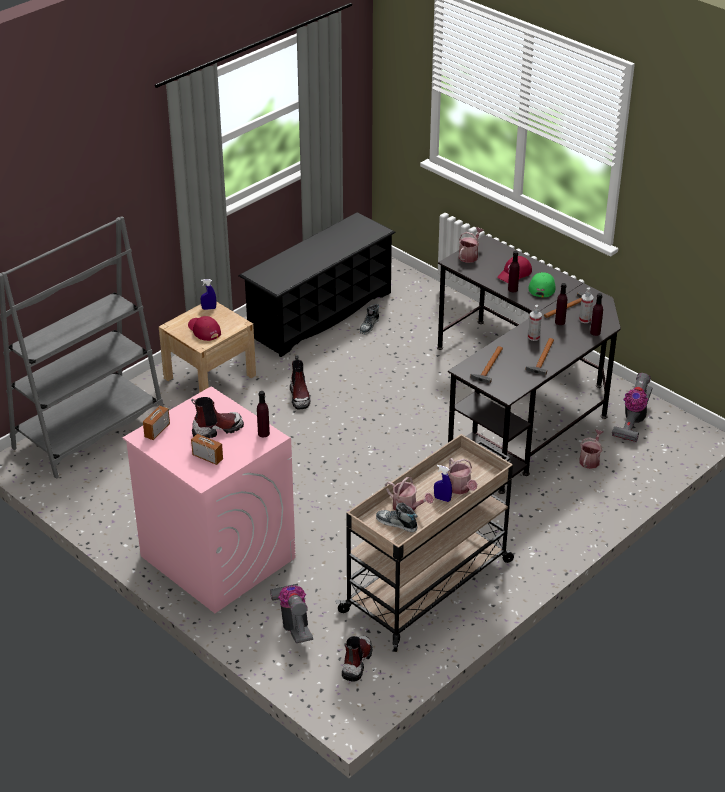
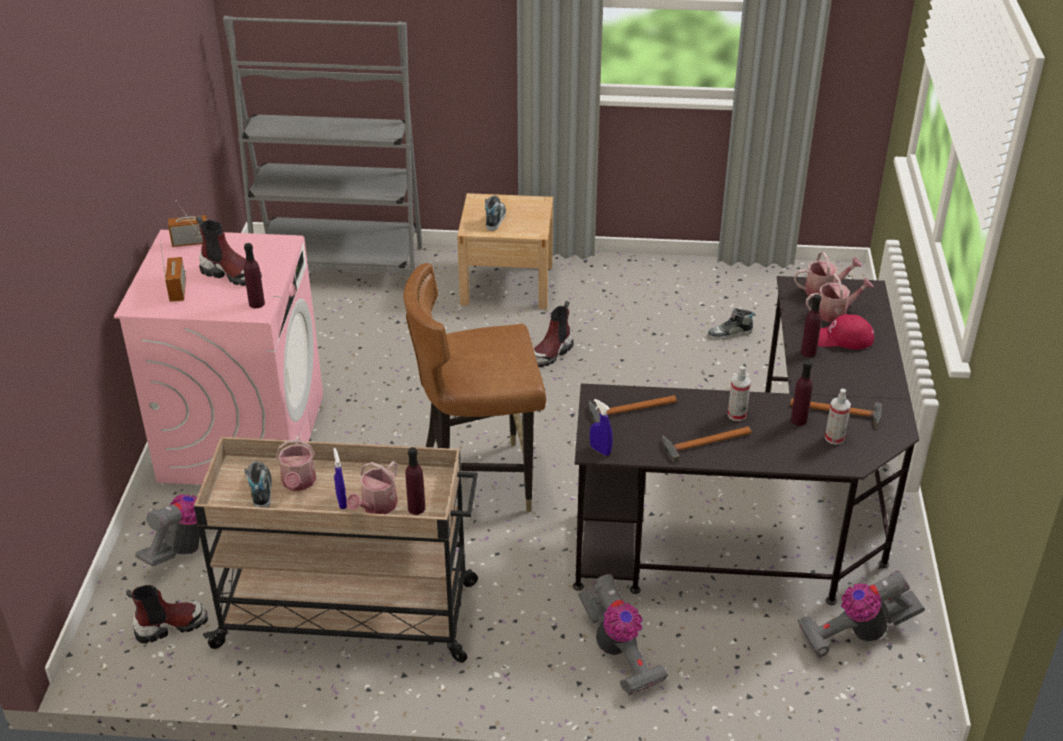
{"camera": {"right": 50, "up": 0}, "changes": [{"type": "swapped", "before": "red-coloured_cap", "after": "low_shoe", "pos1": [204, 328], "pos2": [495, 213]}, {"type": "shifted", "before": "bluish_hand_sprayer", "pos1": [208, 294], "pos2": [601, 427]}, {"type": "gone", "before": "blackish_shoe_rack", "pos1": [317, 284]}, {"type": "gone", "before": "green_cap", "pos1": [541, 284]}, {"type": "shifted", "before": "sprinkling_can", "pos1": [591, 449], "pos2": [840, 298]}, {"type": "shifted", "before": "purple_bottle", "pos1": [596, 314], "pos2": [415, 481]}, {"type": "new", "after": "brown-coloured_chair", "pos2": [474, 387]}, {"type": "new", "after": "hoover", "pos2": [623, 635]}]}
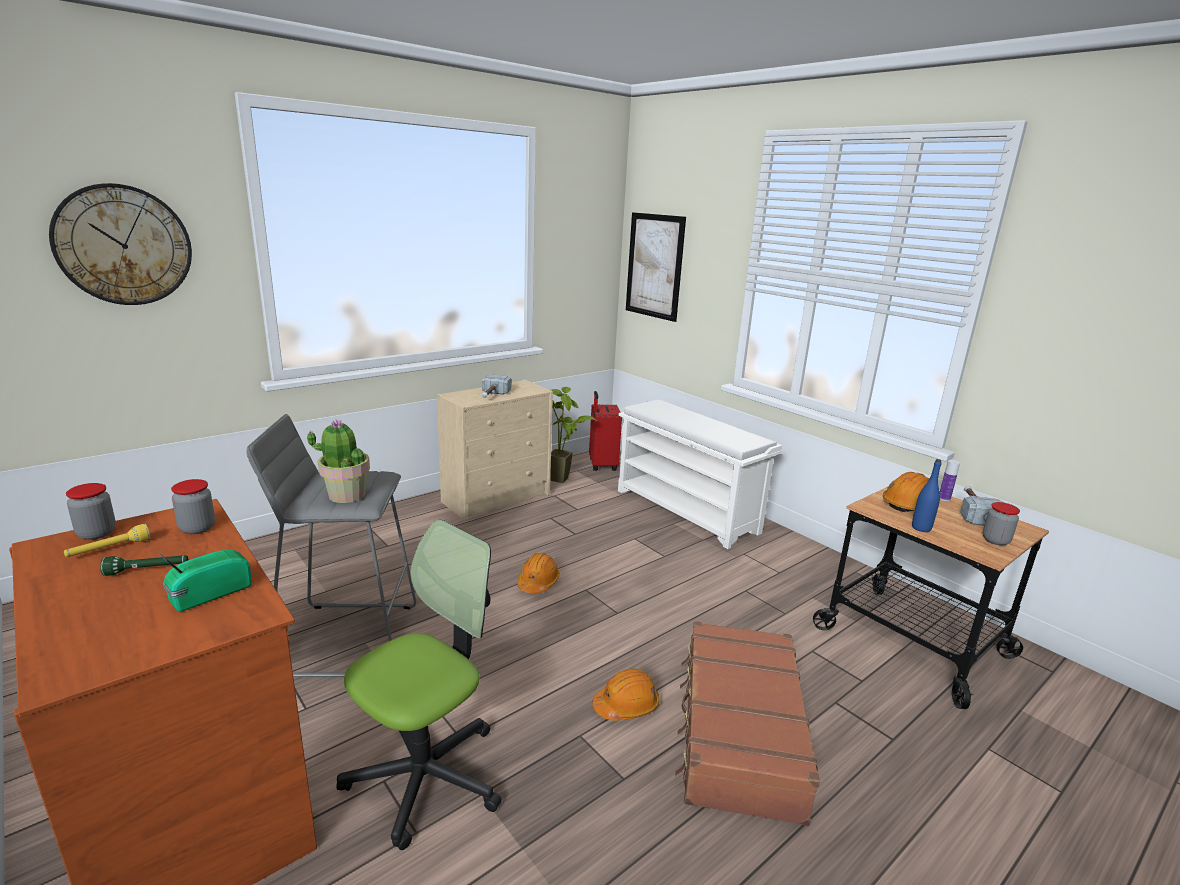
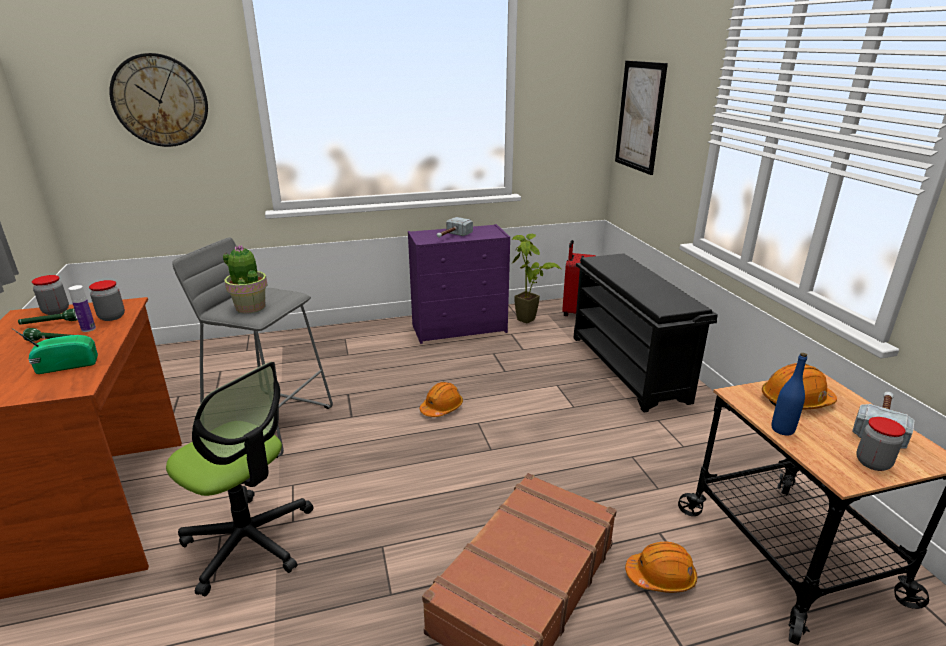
{"camera": {"right": 25, "up": 5}, "changes": [{"type": "repainted", "before": "yellow_torch", "after": "green_torch", "pos1": [107, 540], "pos2": [48, 316]}, {"type": "rotated", "before": "computer_chair", "pos1": [419, 685], "pos2": [239, 479], "turn": 60}, {"type": "repainted", "before": "beige-coloured_drawer_chest", "after": "purple_drawer_chest", "pos1": [495, 450], "pos2": [459, 284]}, {"type": "shifted", "before": "orange_work_helmet", "pos1": [626, 695], "pos2": [661, 567]}, {"type": "repainted", "before": "white-coloured_shoe_rack", "after": "blackish_shoe_rack", "pos1": [700, 474], "pos2": [645, 333]}, {"type": "shifted", "before": "bottle", "pos1": [950, 480], "pos2": [82, 308]}]}
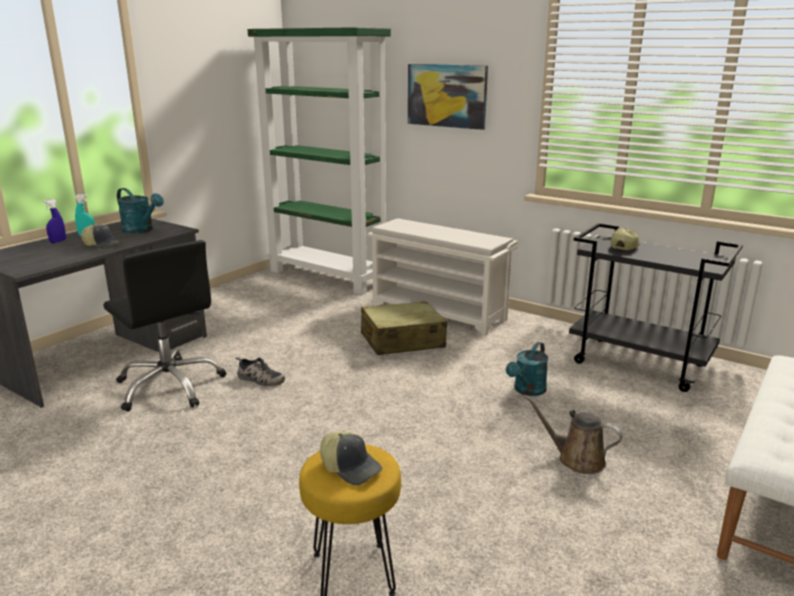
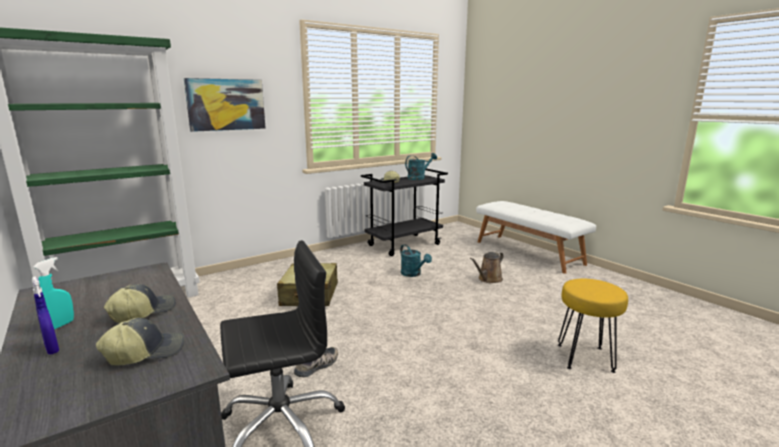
{"camera": {"right": -70, "up": -5}, "changes": [{"type": "shifted", "before": "turquoise_sprinkling_can", "pos1": [140, 211], "pos2": [421, 166]}, {"type": "shifted", "before": "cap", "pos1": [351, 458], "pos2": [140, 341]}, {"type": "gone", "before": "white-coloured_shoe_rack", "pos1": [442, 277]}]}
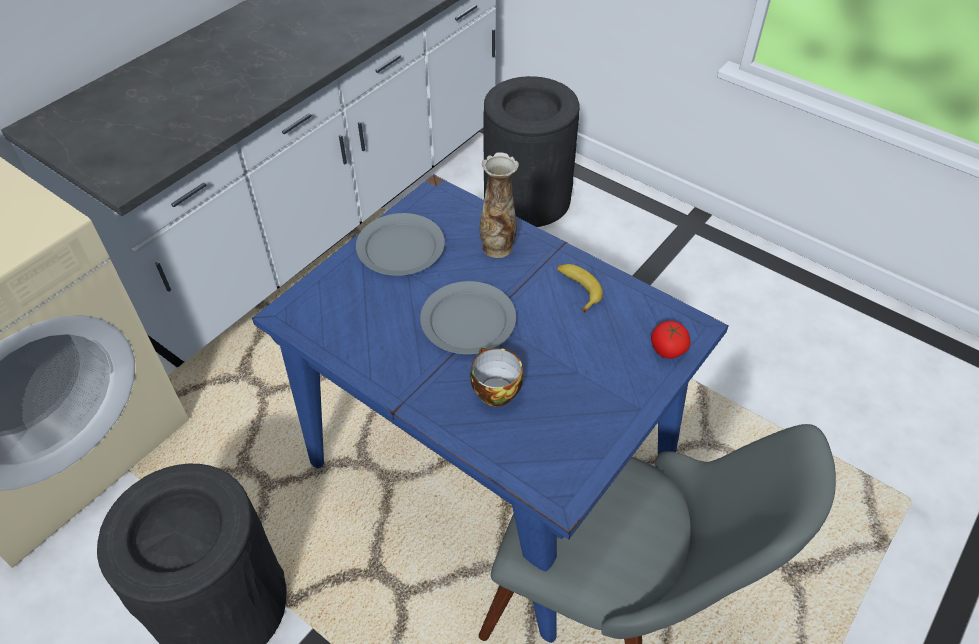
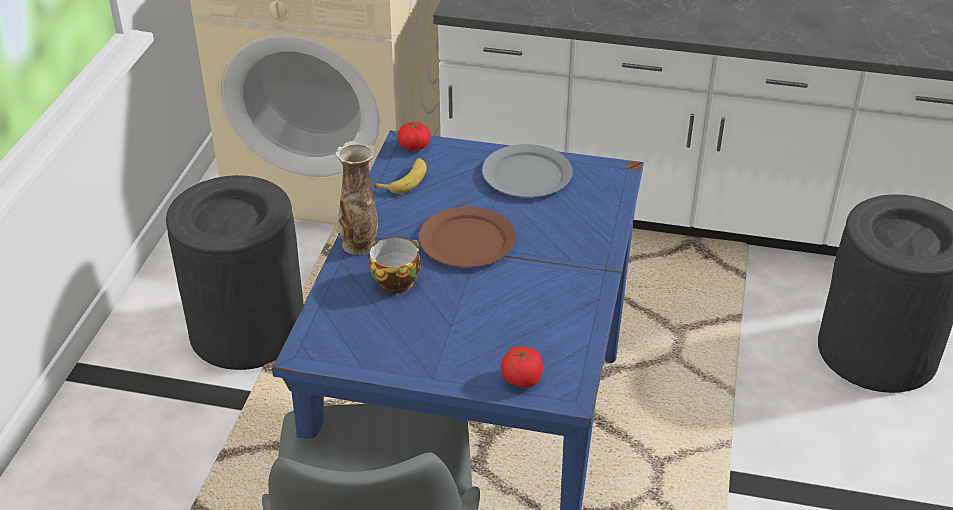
{"camera": {"right": 65, "up": -10}, "changes": [{"type": "repainted", "before": "gray_flat_dish", "after": "brown-coloured_flat_dish", "pos1": [468, 317], "pos2": [467, 236]}, {"type": "shifted", "before": "flower_vase", "pos1": [499, 205], "pos2": [356, 198]}, {"type": "shifted", "before": "banana", "pos1": [580, 288], "pos2": [400, 176]}, {"type": "new", "after": "fresh_tomato", "pos2": [414, 136]}]}
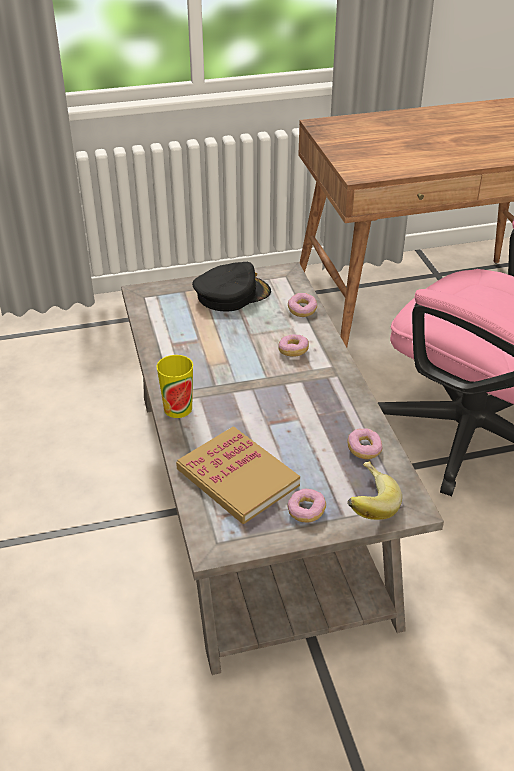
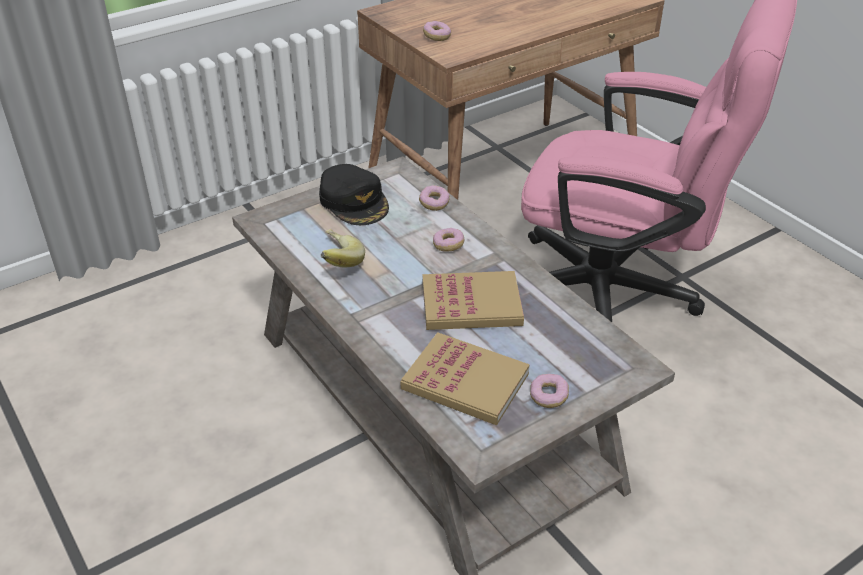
{"camera": {"right": -20, "up": 0}, "changes": [{"type": "gone", "before": "drinking_cup", "pos1": [174, 386]}, {"type": "rotated", "before": "blackish_cap", "pos1": [231, 286], "pos2": [354, 194], "turn": 105}, {"type": "shifted", "before": "banana", "pos1": [374, 490], "pos2": [343, 248]}, {"type": "shifted", "before": "donut", "pos1": [365, 443], "pos2": [437, 31]}, {"type": "new", "after": "volume", "pos2": [473, 300]}]}
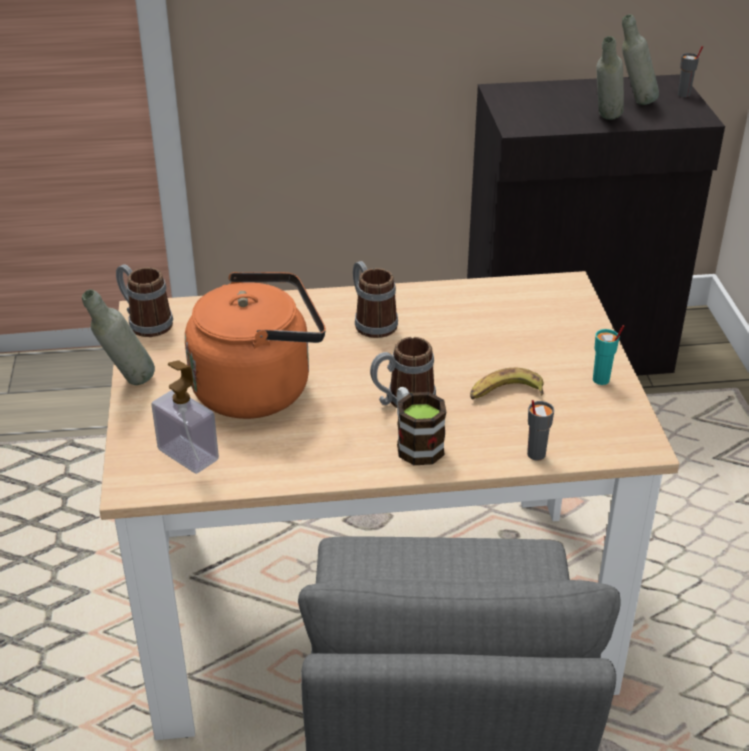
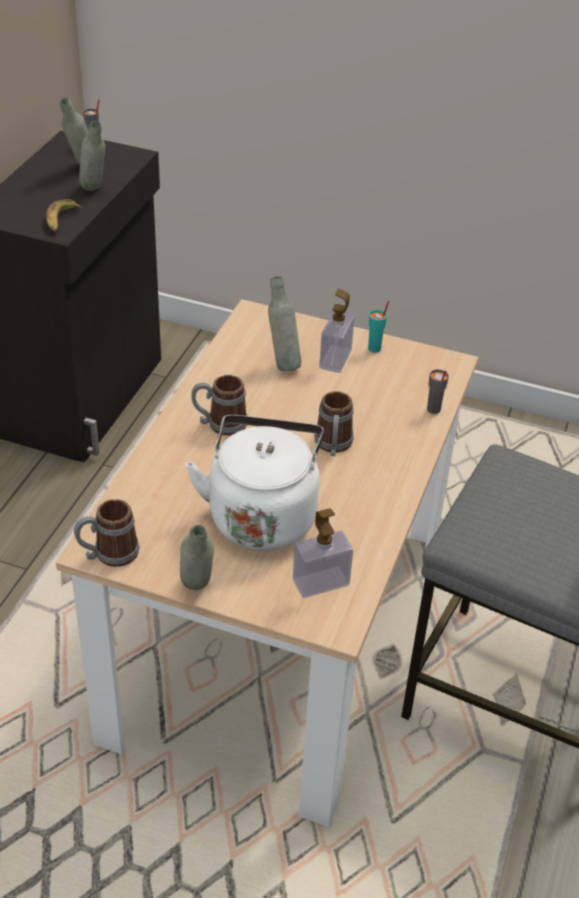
{"camera": {"right": -65, "up": 5}, "changes": [{"type": "repainted", "before": "orange_kettle", "after": "white-coloured_kettle", "pos1": [255, 345], "pos2": [255, 483]}, {"type": "gone", "before": "mug", "pos1": [421, 426]}, {"type": "shifted", "before": "banana", "pos1": [506, 383], "pos2": [64, 215]}, {"type": "new", "after": "gray_bottle", "pos2": [284, 323]}, {"type": "new", "after": "soap_dispenser", "pos2": [337, 331]}]}
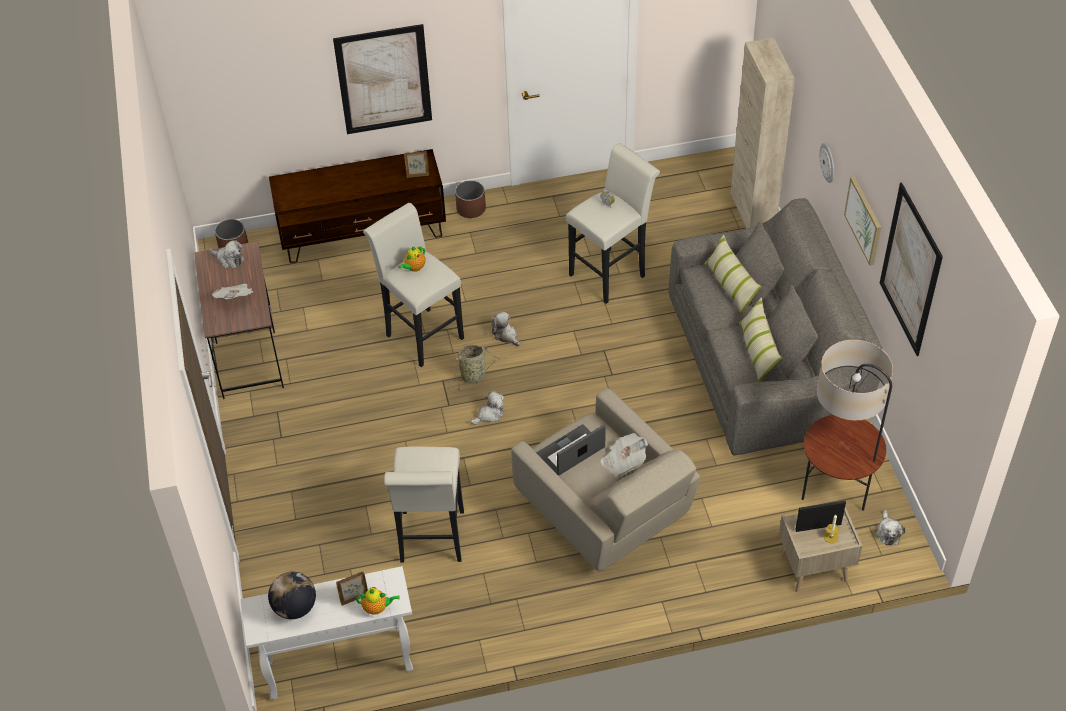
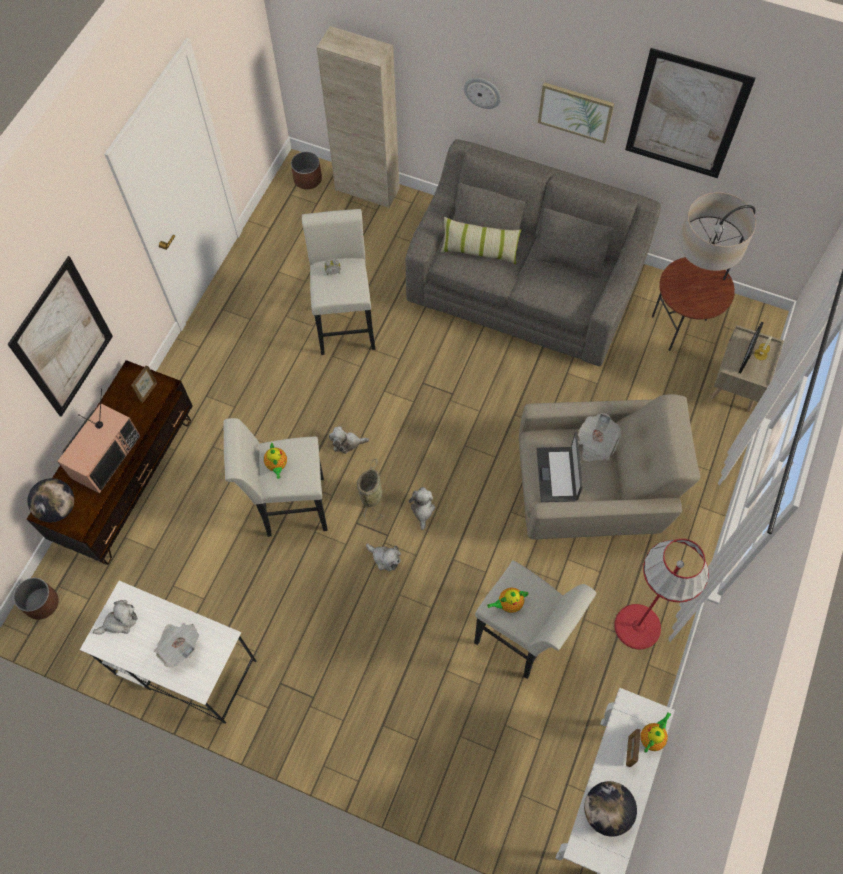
{"camera": {"right": -55, "up": 15}, "changes": [{"type": "repainted", "before": "brown-coloured_desk_table", "after": "white-coloured_desk_table", "pos1": [239, 320], "pos2": [168, 652]}, {"type": "shifted", "before": "brown-coloured_flower_pot", "pos1": [470, 199], "pos2": [306, 170]}, {"type": "gone", "before": "pillow", "pos1": [760, 339]}, {"type": "shifted", "before": "cuddly_toy", "pos1": [890, 527], "pos2": [383, 557]}, {"type": "new", "after": "globe", "pos2": [51, 500]}, {"type": "new", "after": "TV", "pos2": [98, 441]}, {"type": "new", "after": "pot_for_tea", "pos2": [508, 600]}, {"type": "new", "after": "red-coloured_standard_lamp", "pos2": [662, 594]}]}
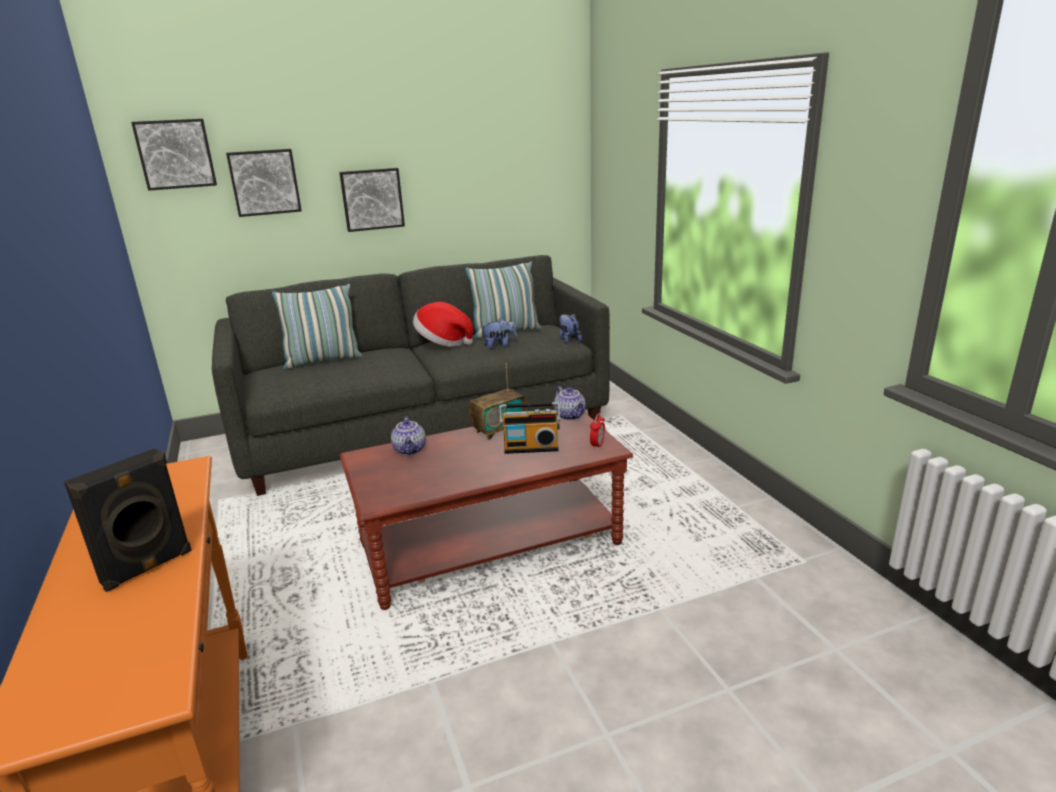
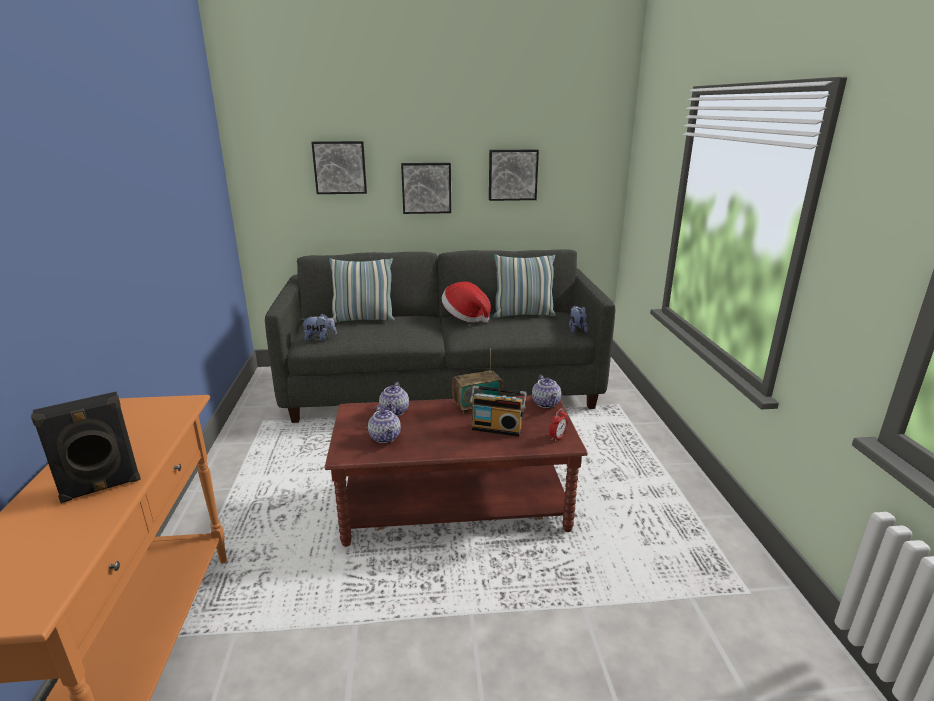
{"camera": {"right": 15, "up": 0}, "changes": [{"type": "shifted", "before": "wall_art", "pos1": [174, 155], "pos2": [514, 175]}, {"type": "shifted", "before": "cuddly_toy", "pos1": [499, 333], "pos2": [319, 327]}, {"type": "new", "after": "pot_for_tea", "pos2": [384, 424]}]}
